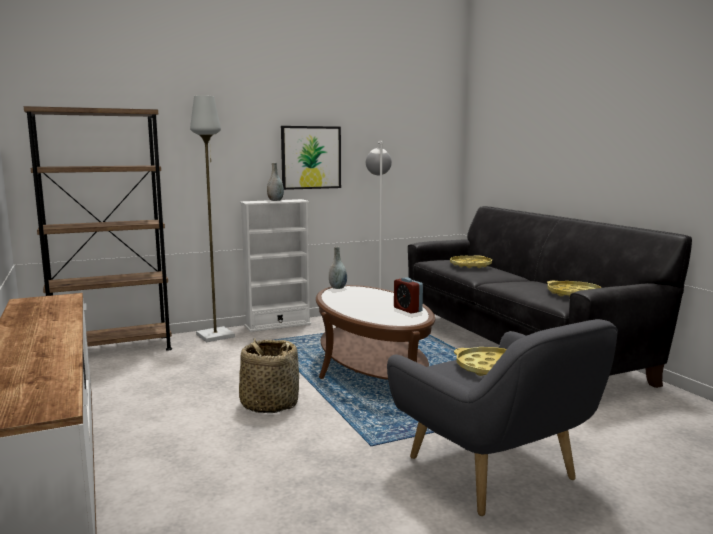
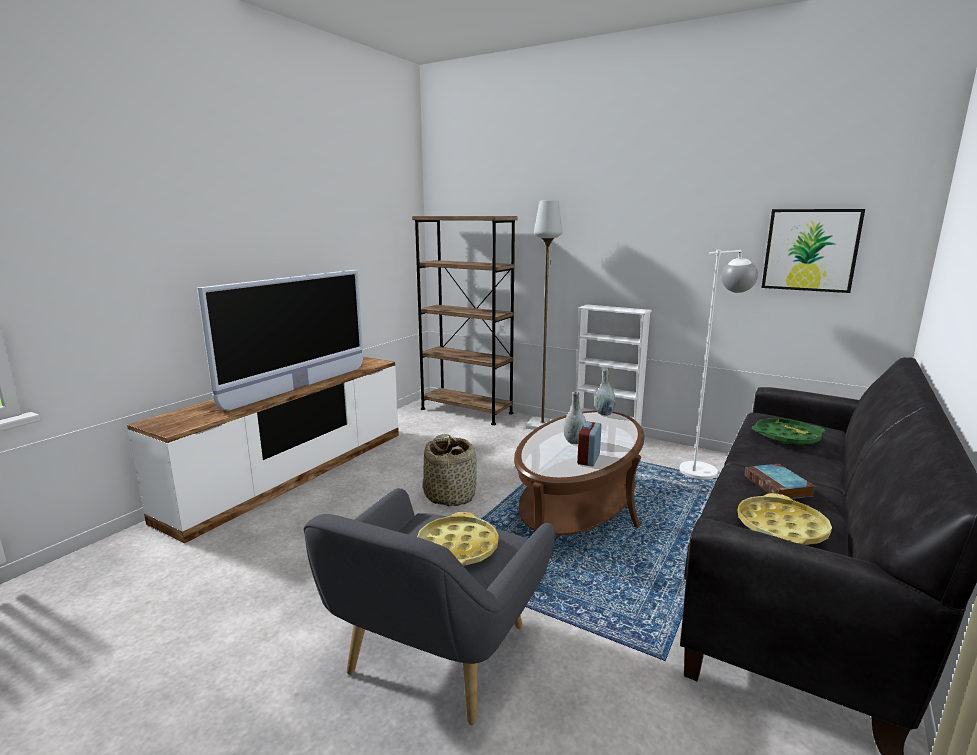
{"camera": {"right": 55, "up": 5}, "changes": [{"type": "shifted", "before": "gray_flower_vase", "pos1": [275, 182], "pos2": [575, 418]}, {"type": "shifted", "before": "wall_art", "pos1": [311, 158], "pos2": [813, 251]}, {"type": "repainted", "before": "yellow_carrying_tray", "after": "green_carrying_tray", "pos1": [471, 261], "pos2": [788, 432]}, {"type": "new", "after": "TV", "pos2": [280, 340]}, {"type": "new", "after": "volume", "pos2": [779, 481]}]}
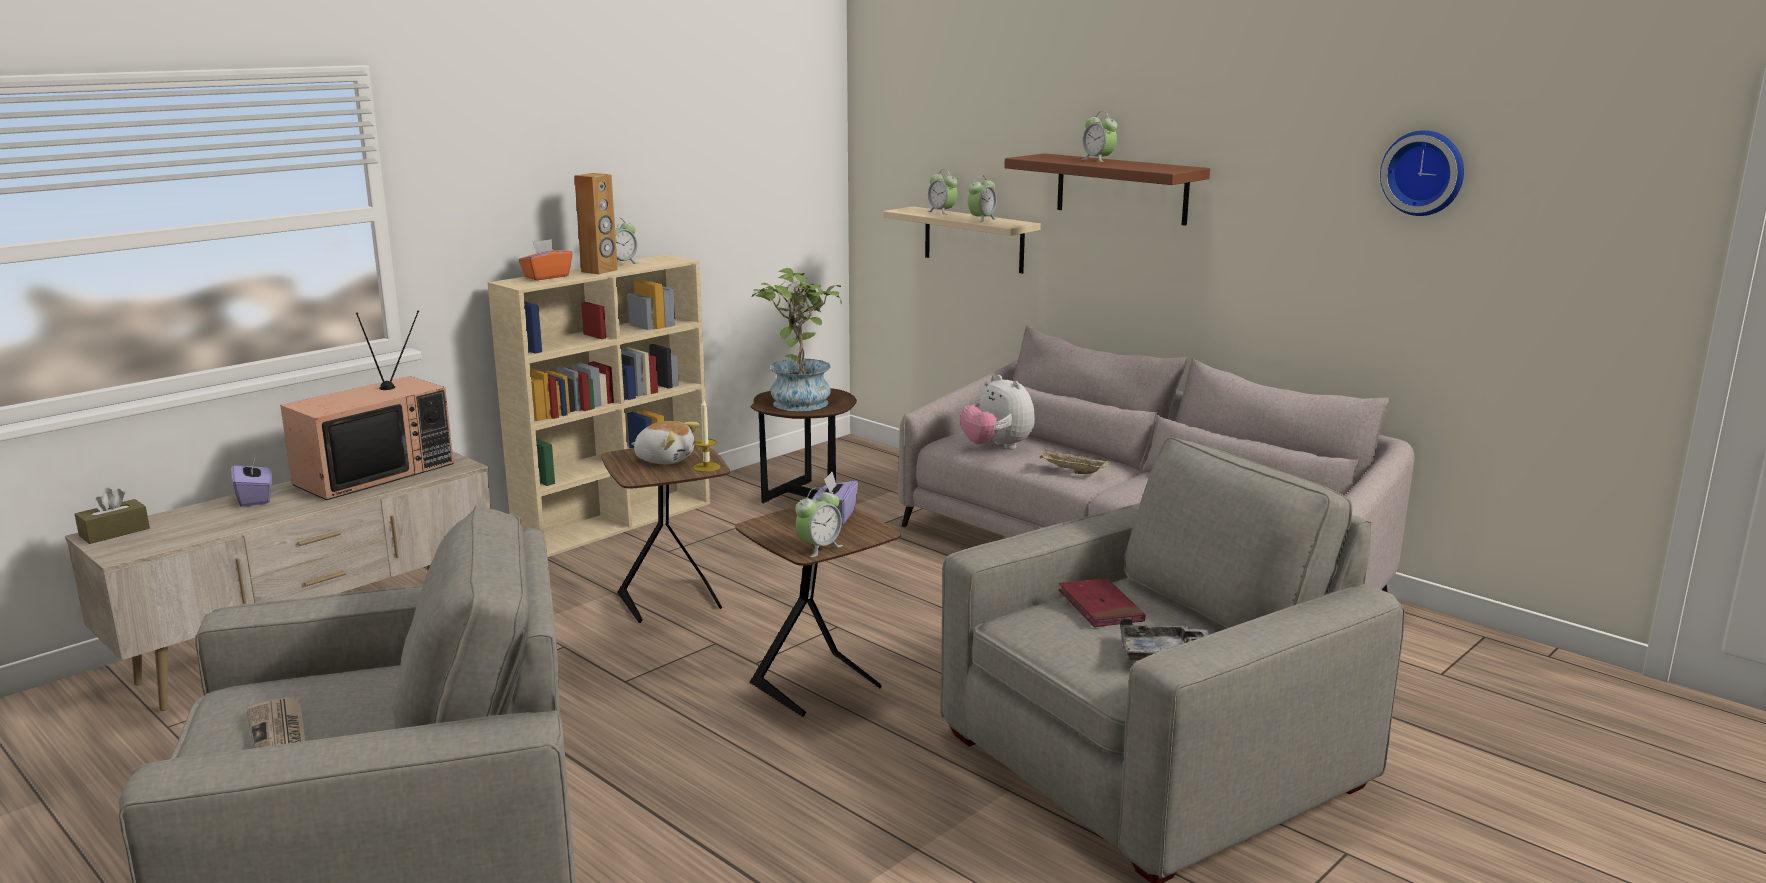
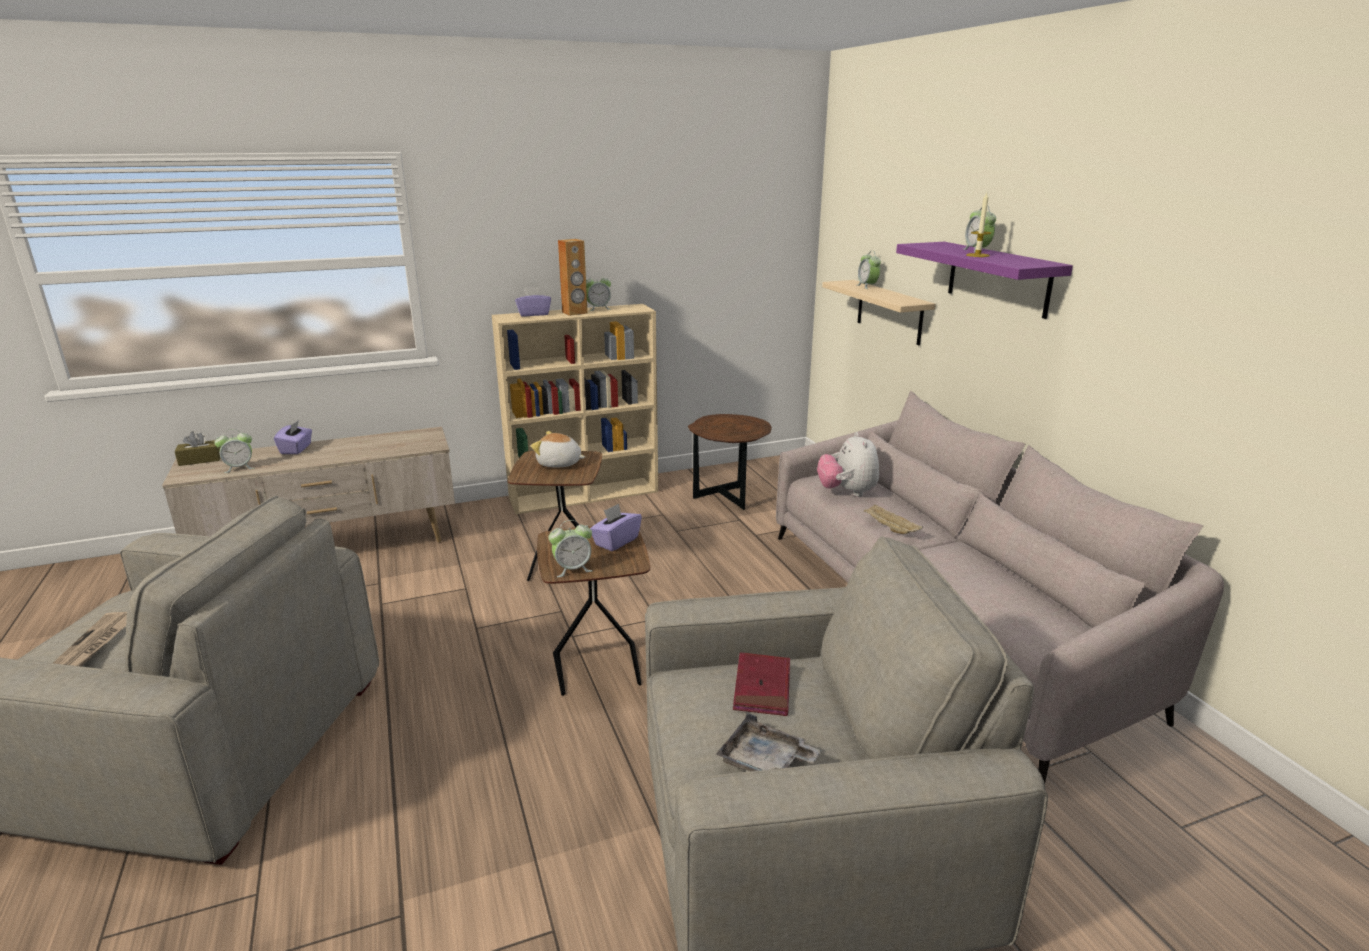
{"camera": {"right": 25, "up": 5}, "changes": [{"type": "gone", "before": "TV", "pos1": [367, 405]}, {"type": "repainted", "before": "orange_tissue_holder", "after": "purple_tissue_holder", "pos1": [545, 259], "pos2": [533, 301]}, {"type": "rotated", "before": "cuddly_toy", "pos1": [665, 442], "pos2": [558, 449], "turn": 150}, {"type": "shifted", "before": "wax_light", "pos1": [706, 435], "pos2": [978, 224]}, {"type": "gone", "before": "potted_plant", "pos1": [796, 339]}, {"type": "shifted", "before": "bedside_clock", "pos1": [982, 198], "pos2": [234, 451]}, {"type": "repainted", "before": "brown-coloured_wall_shelf", "after": "purple_wall_shelf", "pos1": [1107, 189], "pos2": [984, 280]}, {"type": "gone", "before": "hanging_clock", "pos1": [1422, 173]}]}
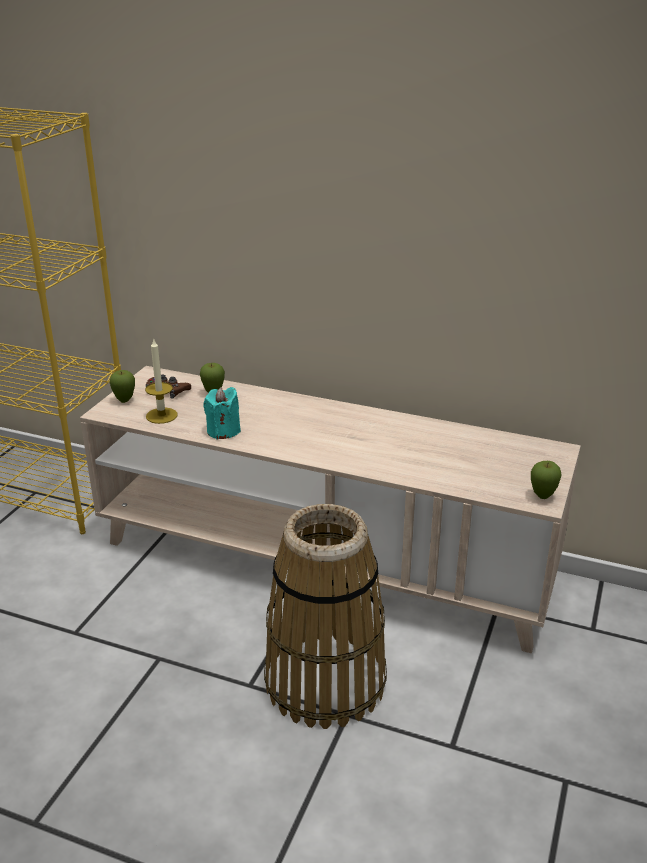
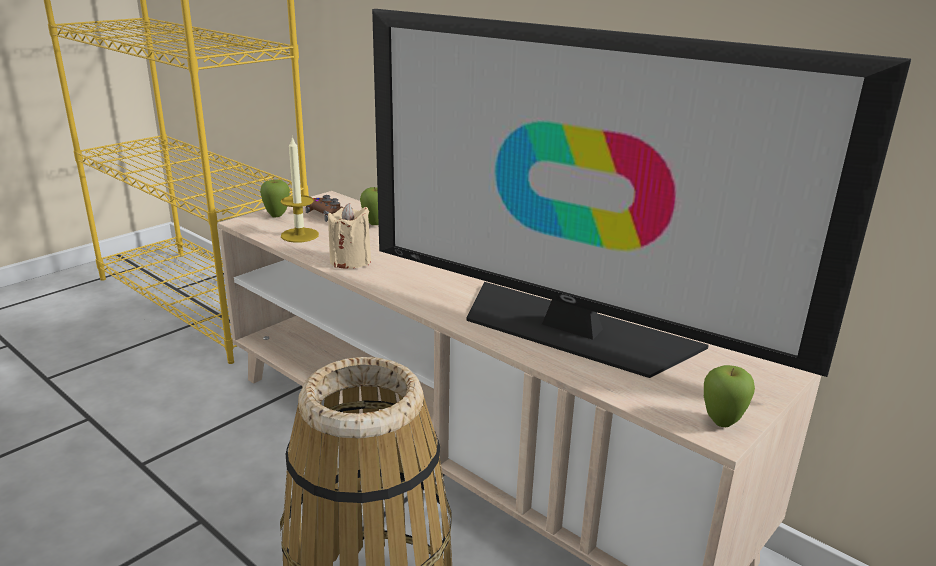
{"camera": {"right": 20, "up": -5}, "changes": [{"type": "repainted", "before": "turquoise_wax_light", "after": "beige-coloured_wax_light", "pos1": [222, 413], "pos2": [349, 236]}, {"type": "new", "after": "TV", "pos2": [641, 193]}]}
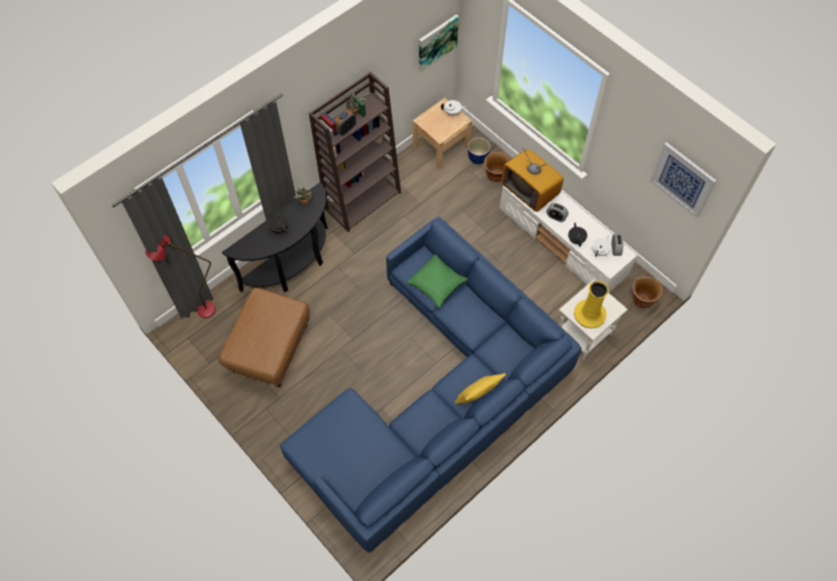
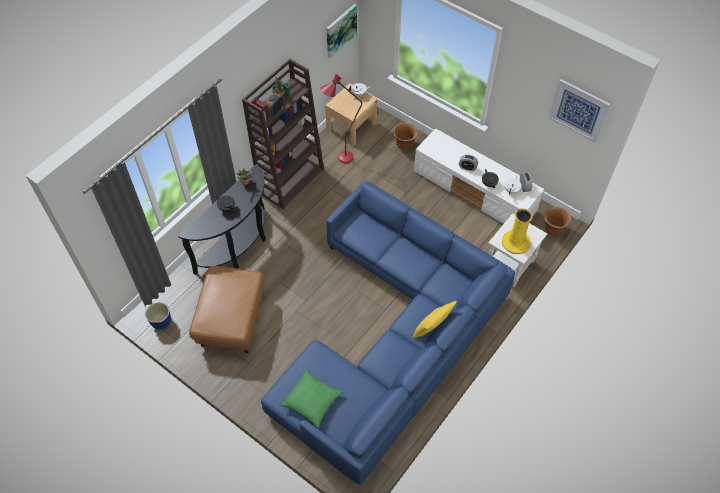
{"camera": {"right": -10, "up": -5}, "changes": [{"type": "shifted", "before": "red-coloured_standard_lamp", "pos1": [180, 276], "pos2": [341, 118]}, {"type": "shifted", "before": "green_pillow", "pos1": [437, 281], "pos2": [312, 399]}, {"type": "shifted", "before": "flower_pot", "pos1": [479, 151], "pos2": [158, 315]}, {"type": "gone", "before": "TV", "pos1": [532, 180]}]}
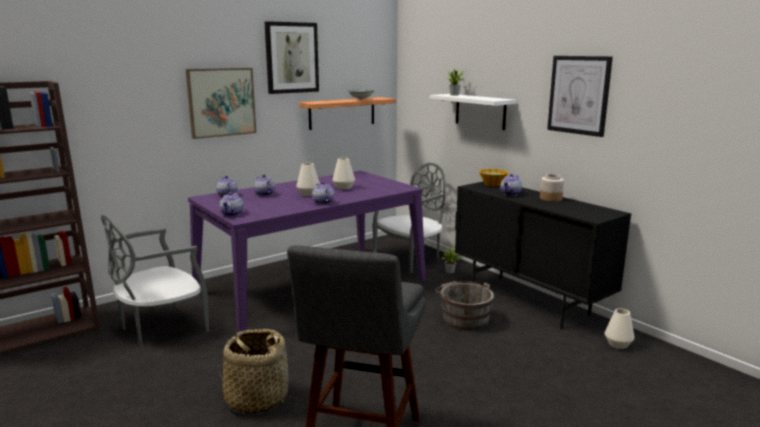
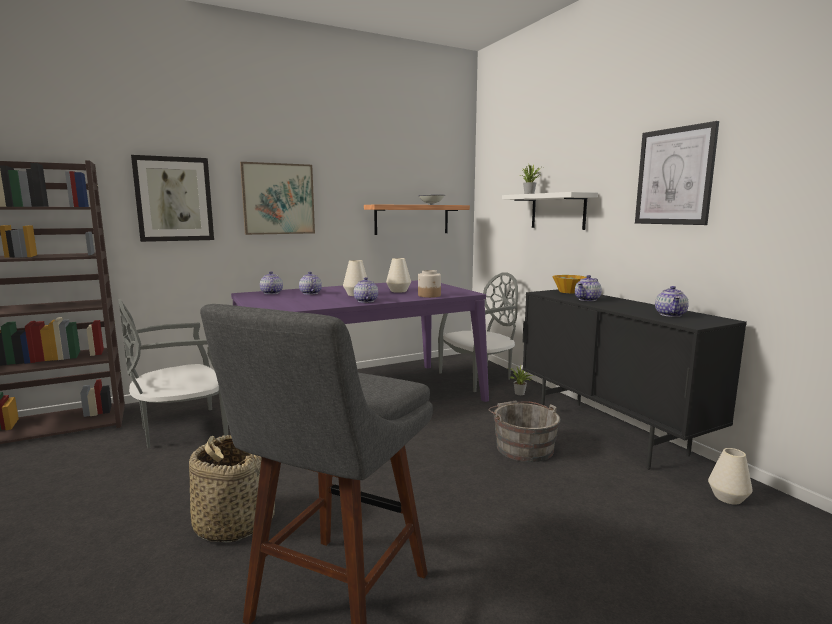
{"camera": {"right": 10, "up": -5}, "changes": [{"type": "shifted", "before": "pot_for_tea", "pos1": [231, 204], "pos2": [672, 301]}, {"type": "shifted", "before": "wall_art", "pos1": [291, 57], "pos2": [172, 198]}, {"type": "shifted", "before": "preserve_jar", "pos1": [552, 188], "pos2": [429, 284]}]}
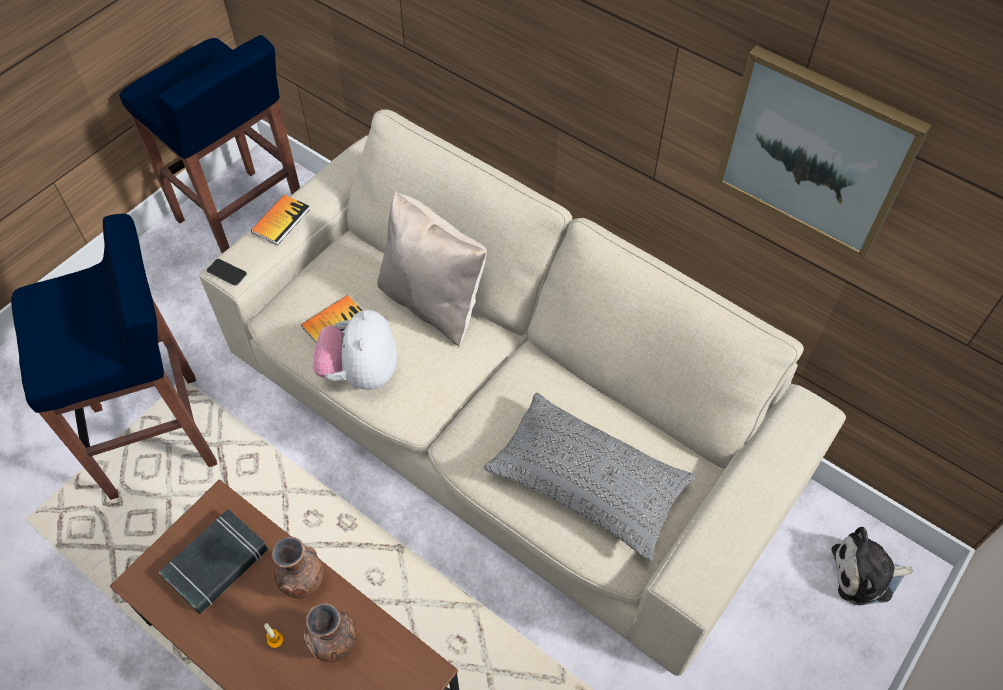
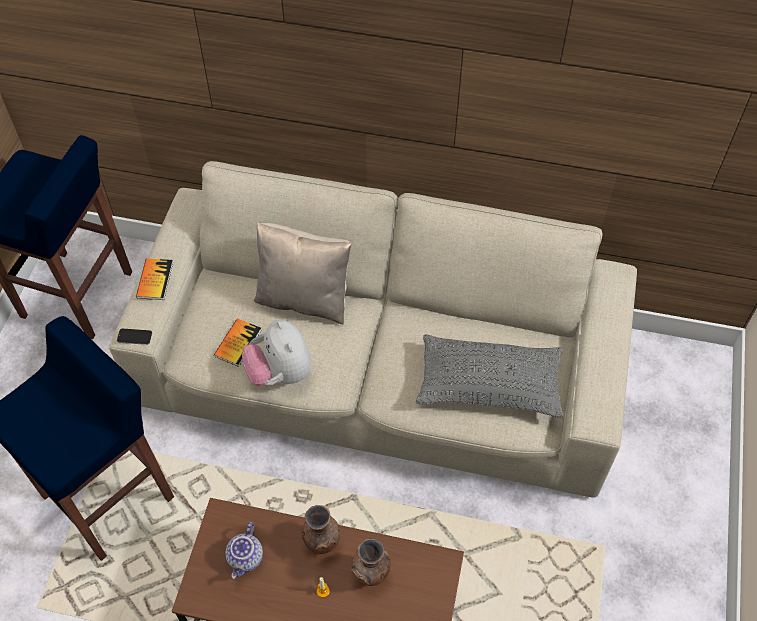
{"camera": {"right": -25, "up": 0}, "changes": [{"type": "swapped", "before": "blackish_volume", "after": "pot_for_tea", "pos1": [213, 561], "pos2": [244, 550]}, {"type": "gone", "before": "wall_art", "pos1": [823, 152]}, {"type": "gone", "before": "cuddly_toy", "pos1": [872, 566]}]}
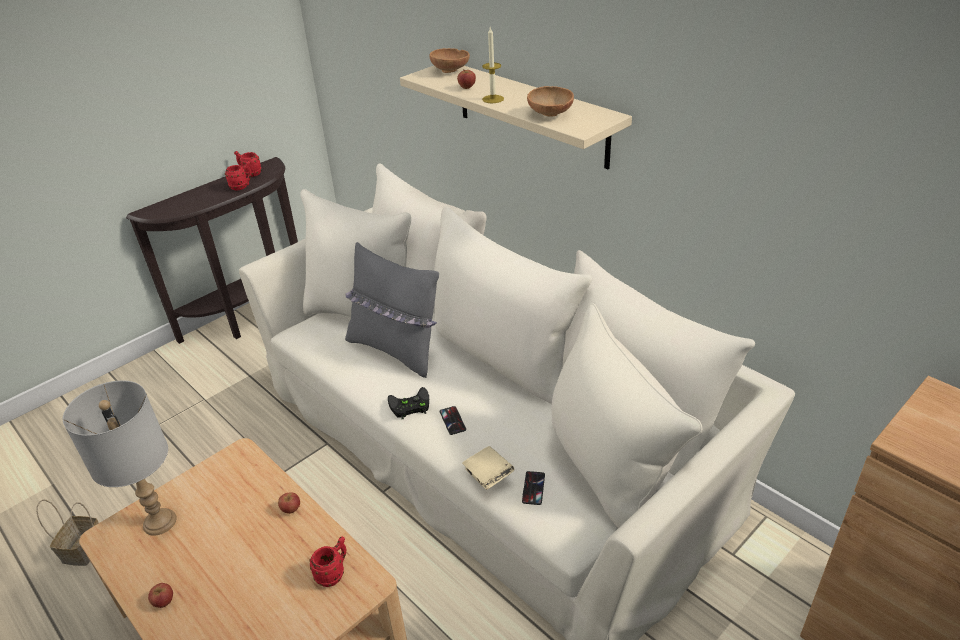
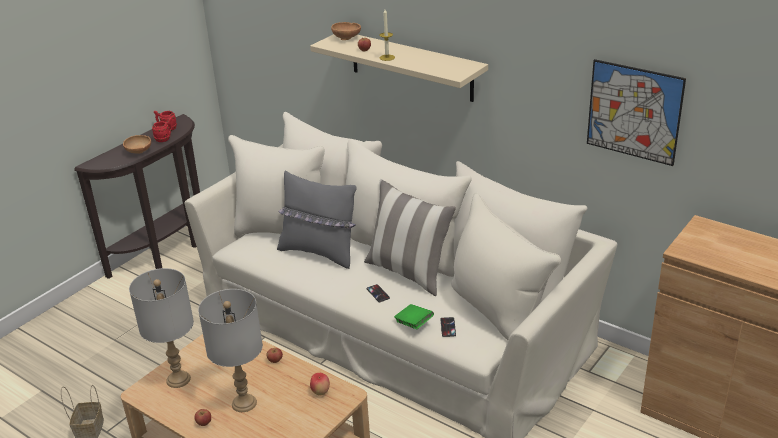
{"camera": {"right": -10, "up": -5}, "changes": [{"type": "swapped", "before": "red-coloured_mug", "after": "whole_apple", "pos1": [327, 561], "pos2": [320, 384]}, {"type": "gone", "before": "blackish_game_controller", "pos1": [408, 403]}, {"type": "repainted", "before": "beige-coloured_volume", "after": "green_volume", "pos1": [488, 468], "pos2": [414, 316]}, {"type": "shifted", "before": "brown-coloured_serving_bowl", "pos1": [550, 101], "pos2": [137, 144]}, {"type": "new", "after": "gray_lamp_for_a_table", "pos2": [230, 350]}, {"type": "new", "after": "pillow", "pos2": [410, 237]}, {"type": "new", "after": "wall_art", "pos2": [636, 112]}]}
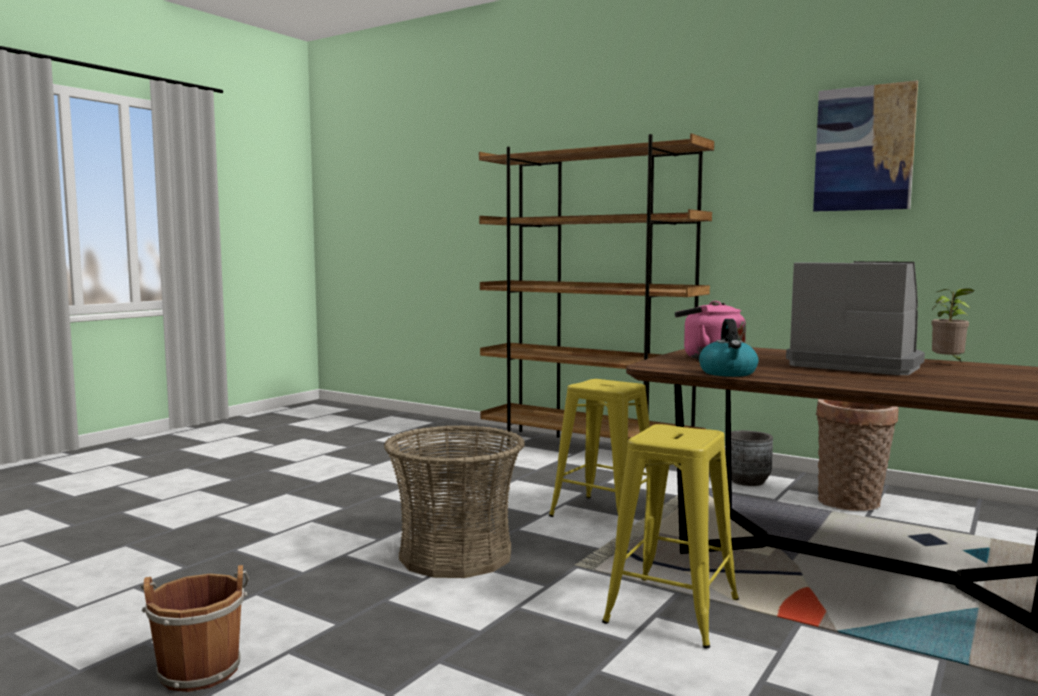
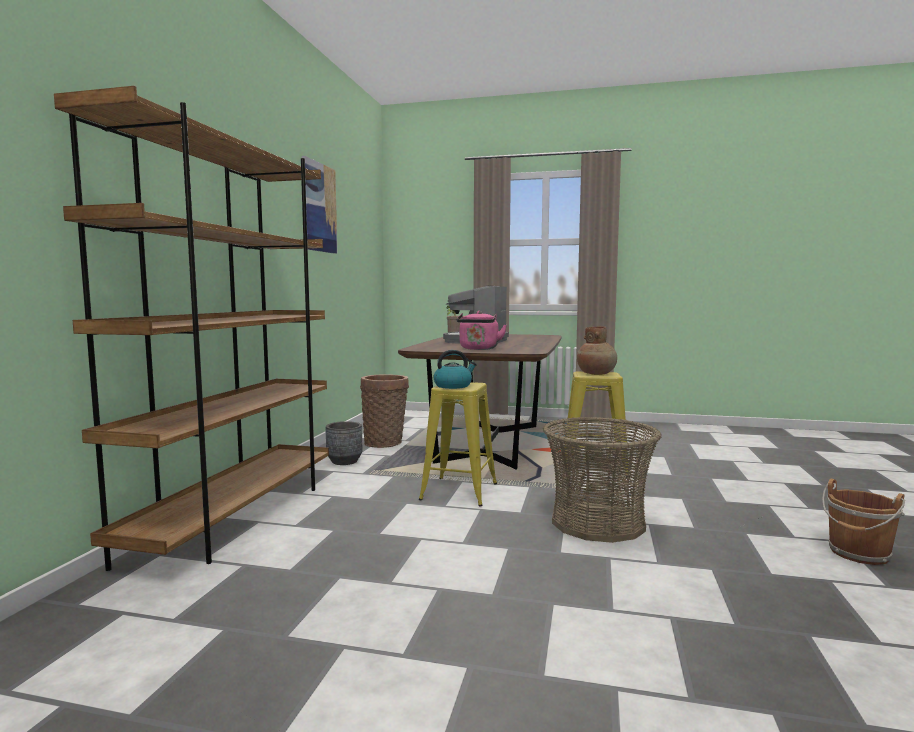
{"camera": {"right": -110, "up": 0}, "changes": [{"type": "shifted", "before": "kettle", "pos1": [728, 348], "pos2": [455, 369]}, {"type": "new", "after": "brown-coloured_flower_vase", "pos2": [597, 350]}]}
